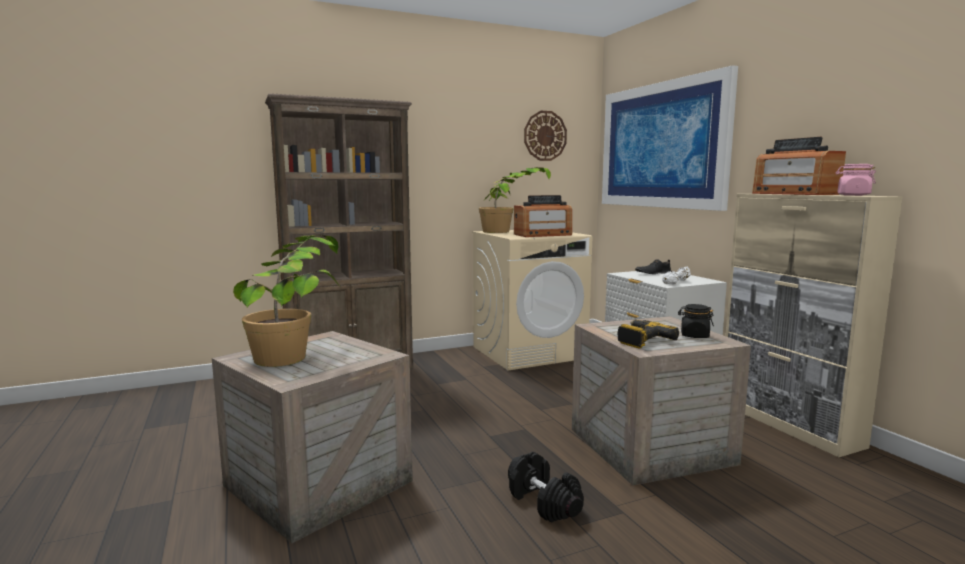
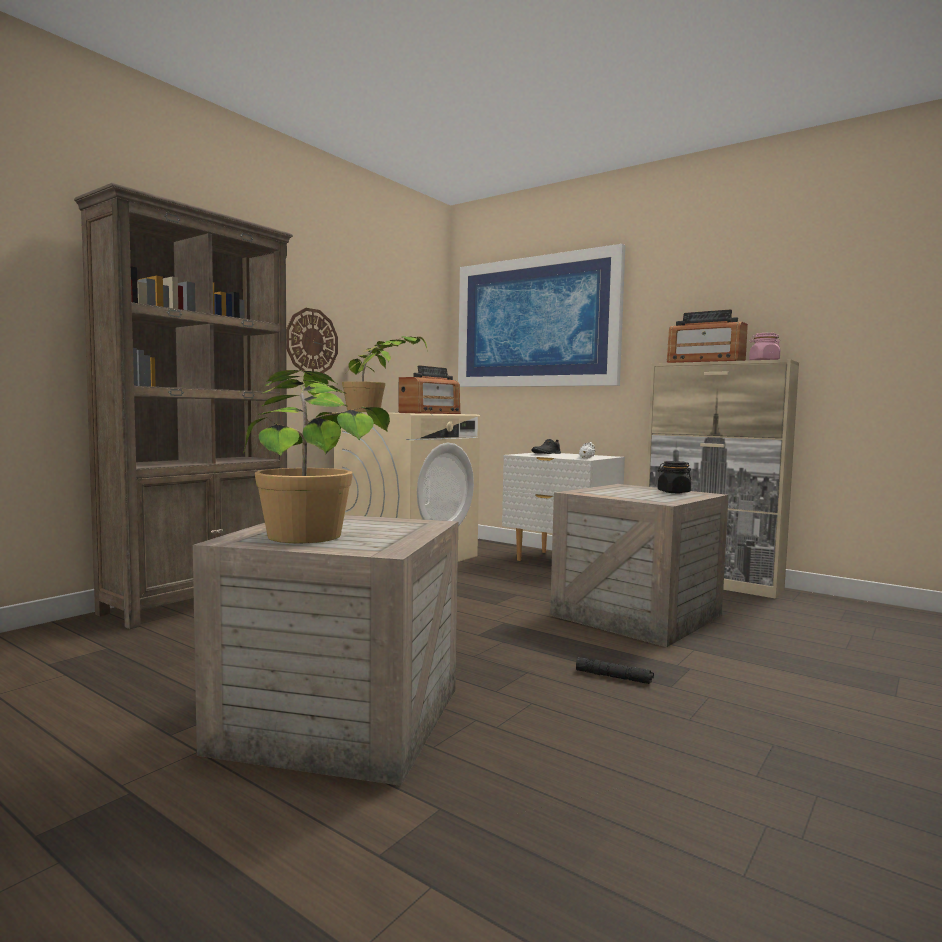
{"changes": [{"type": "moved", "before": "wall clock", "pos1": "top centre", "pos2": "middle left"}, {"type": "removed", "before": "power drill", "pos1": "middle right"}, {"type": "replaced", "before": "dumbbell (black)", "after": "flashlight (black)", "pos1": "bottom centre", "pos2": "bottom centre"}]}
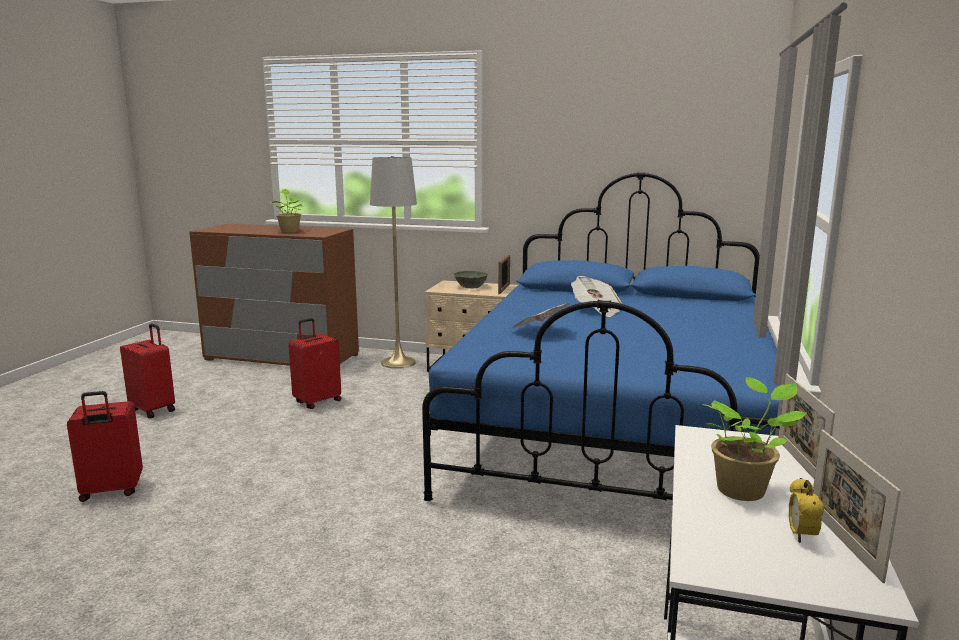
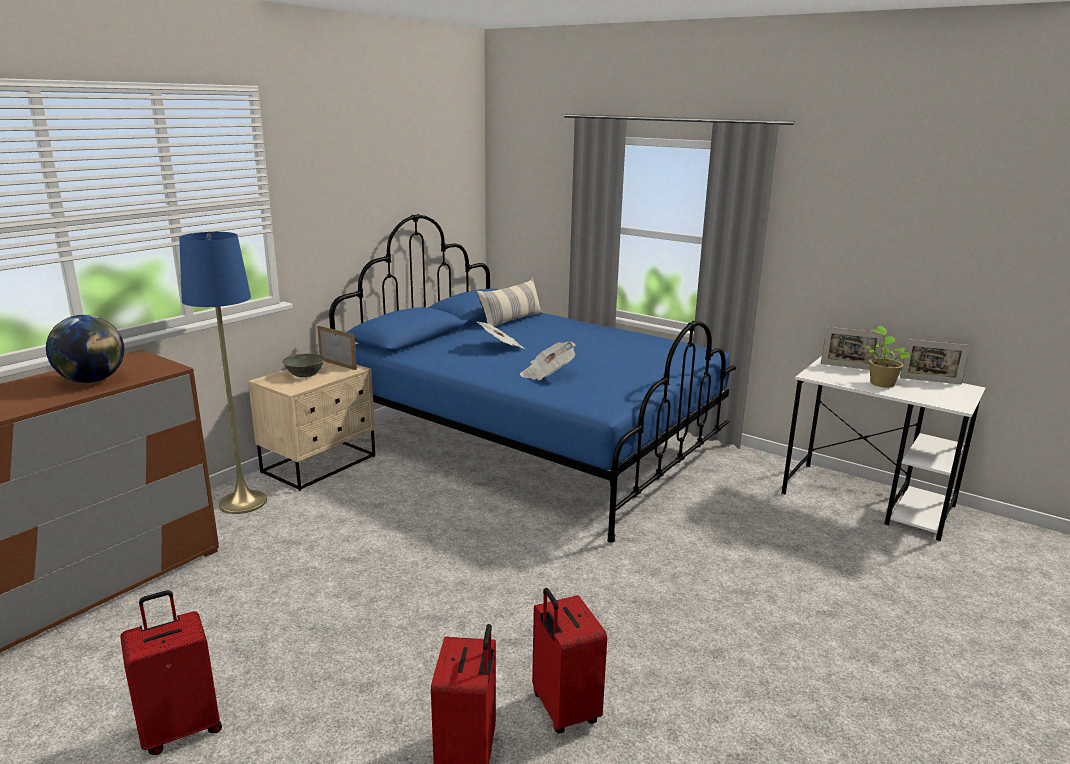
{"changes": [{"type": "recoloured", "before": "floor lamp (grey)", "after": "floor lamp (blue)", "pos1": "centre", "pos2": "middle left"}, {"type": "replaced", "before": "potted plant (1st from left)", "after": "globe", "pos1": "top left", "pos2": "middle left"}, {"type": "moved", "before": "suitcase (red) (3rd from left)", "pos1": "middle left", "pos2": "bottom centre"}, {"type": "removed", "before": "alarm clock", "pos1": "bottom right"}, {"type": "added", "after": "pillow", "pos2": "centre"}]}
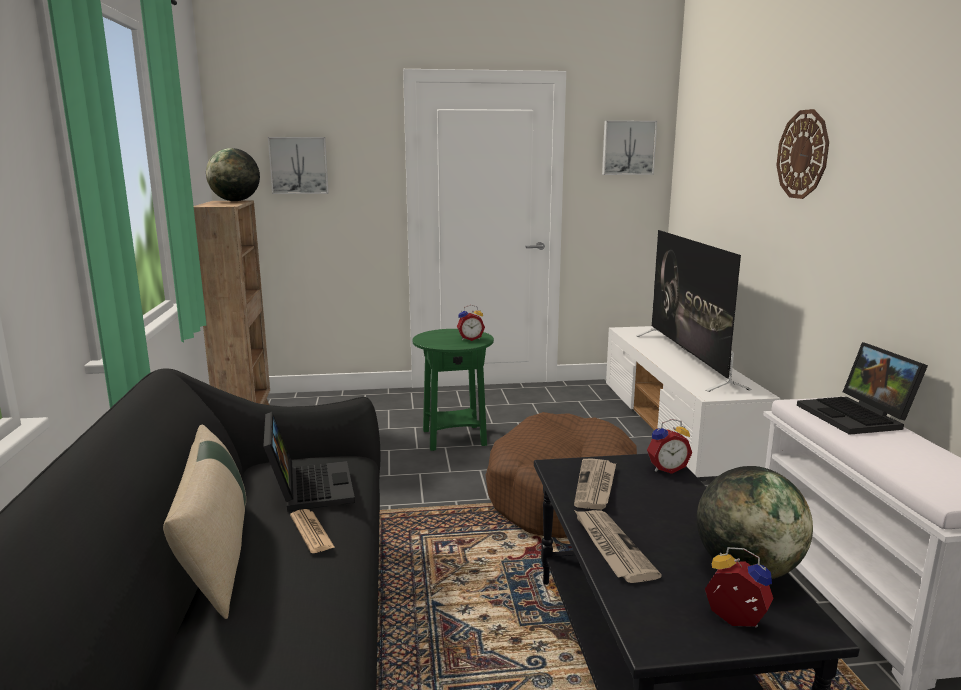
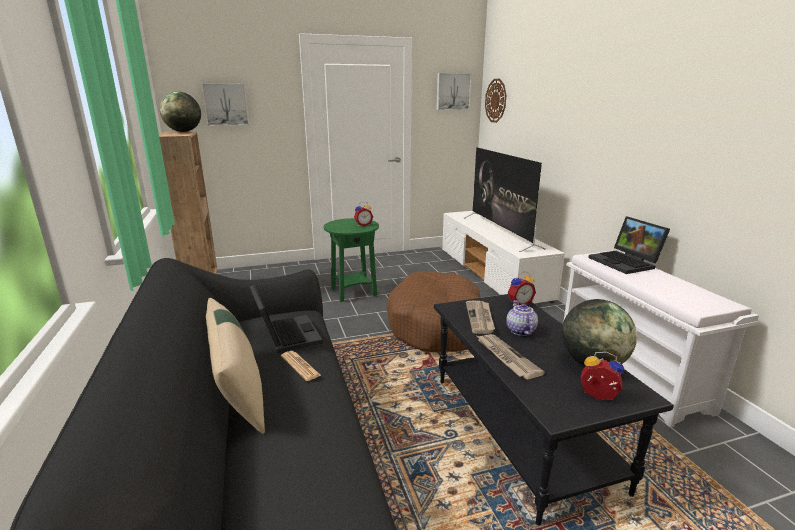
{"changes": [{"type": "moved", "before": "wall clock", "pos1": "top right", "pos2": "top centre"}, {"type": "added", "after": "teapot", "pos2": "centre"}]}
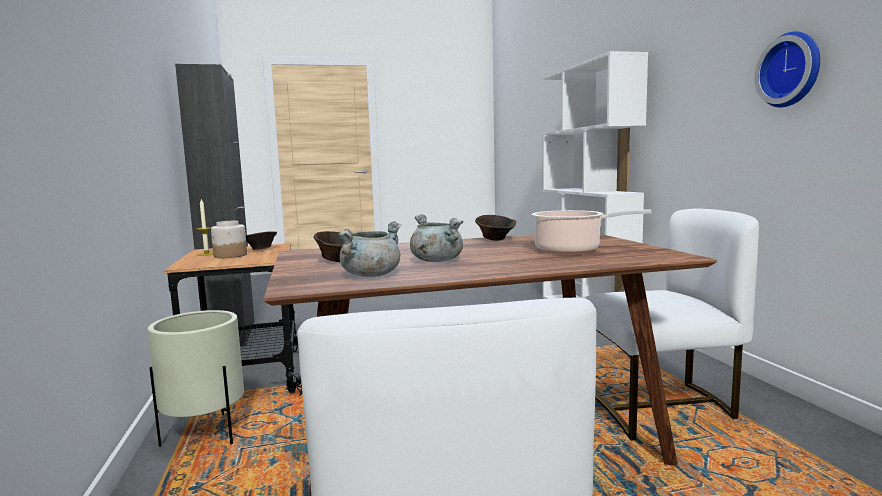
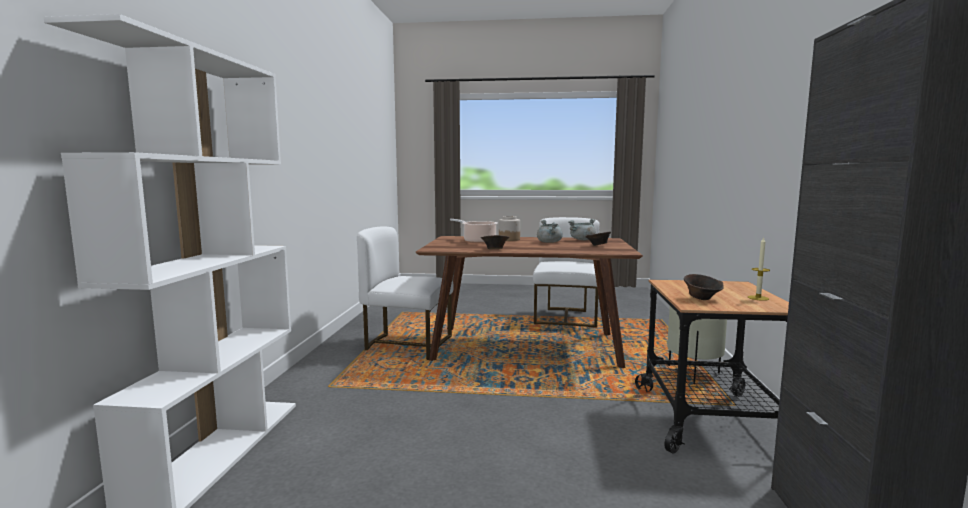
{"changes": [{"type": "removed", "before": "wall clock", "pos1": "top right"}, {"type": "moved", "before": "jar", "pos1": "middle left", "pos2": "centre"}]}
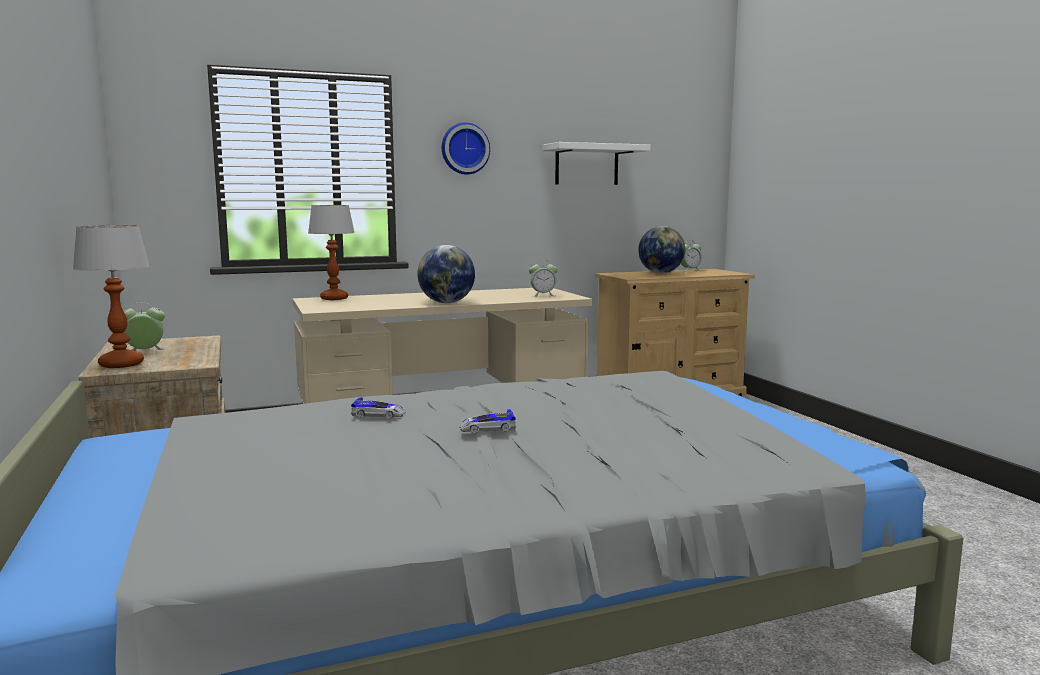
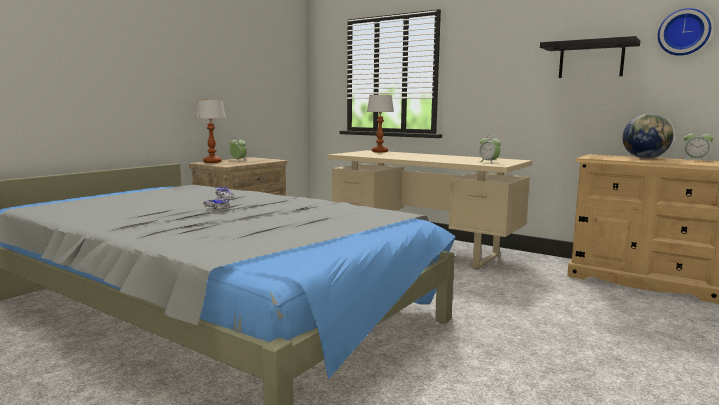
{"changes": [{"type": "moved", "before": "wall clock", "pos1": "top centre", "pos2": "top right"}, {"type": "recoloured", "before": "shelf (white)", "after": "shelf (black)", "pos1": "top centre", "pos2": "top right"}, {"type": "removed", "before": "globe (1st from left)", "pos1": "centre"}]}
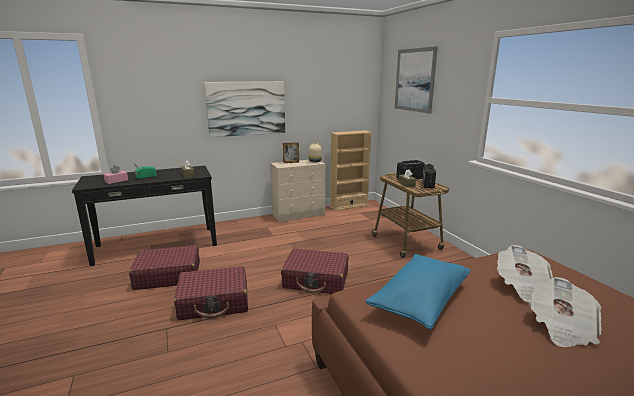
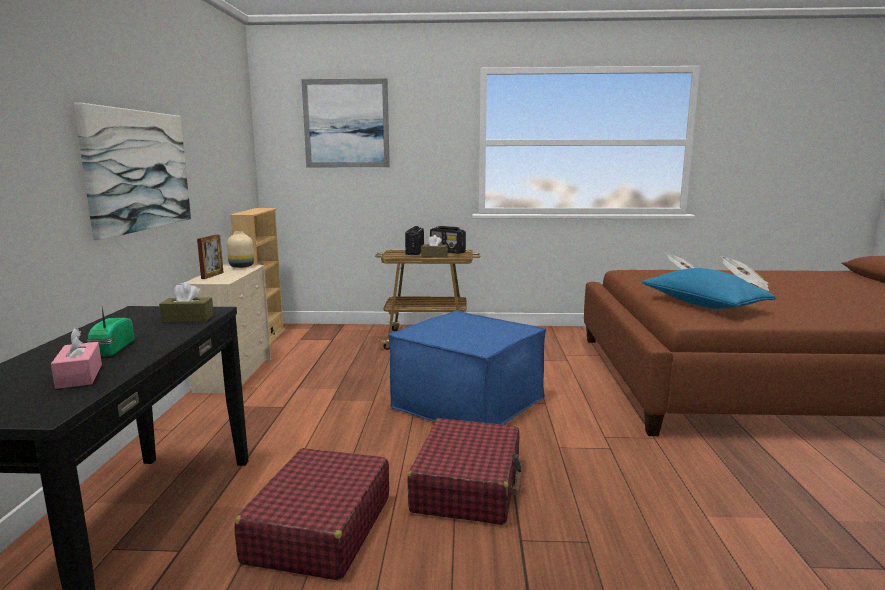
{"changes": [{"type": "replaced", "before": "suitcase (red) (3rd from left)", "after": "ottoman (blue)", "pos1": "bottom centre", "pos2": "centre"}]}
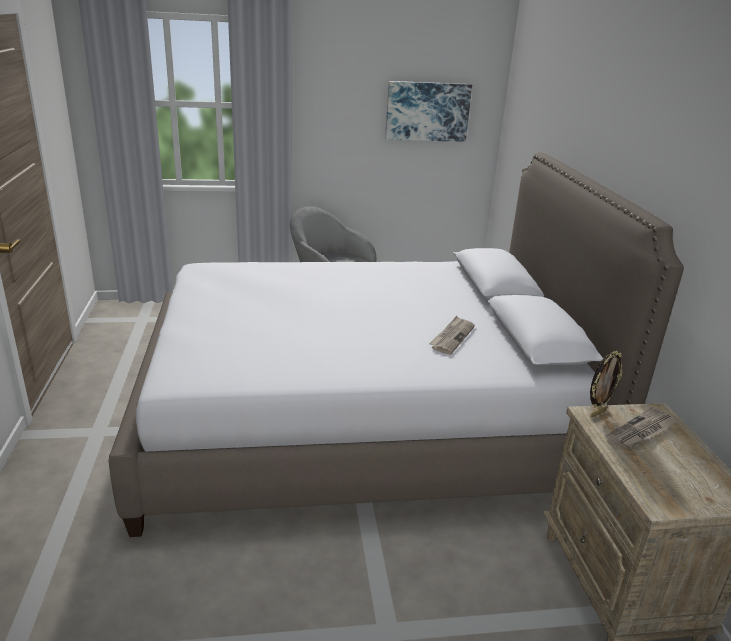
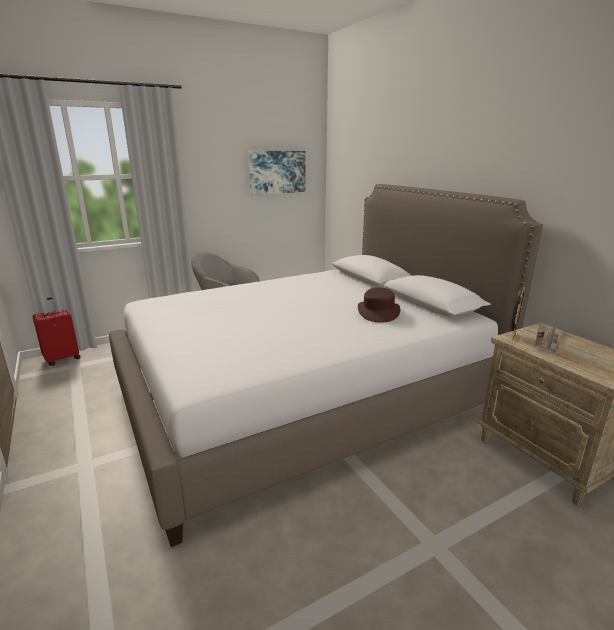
{"changes": [{"type": "replaced", "before": "newspaper (1st from left)", "after": "hat (brown)", "pos1": "centre", "pos2": "centre"}, {"type": "added", "after": "suitcase (red)", "pos2": "middle left"}]}
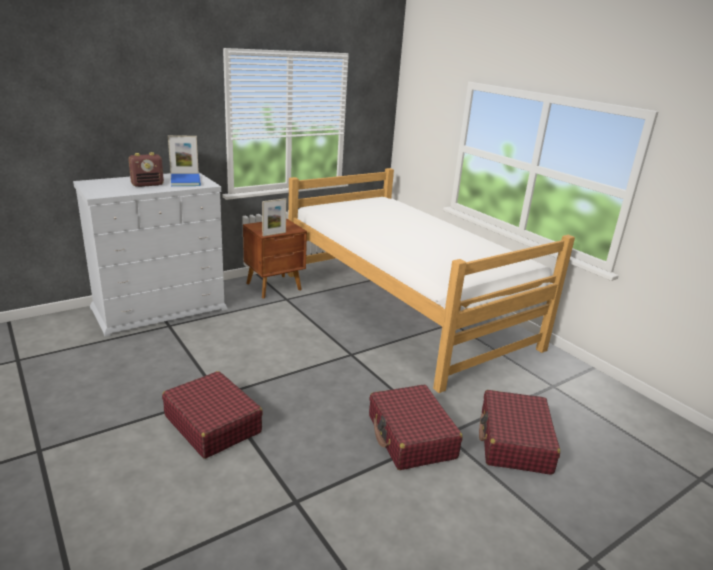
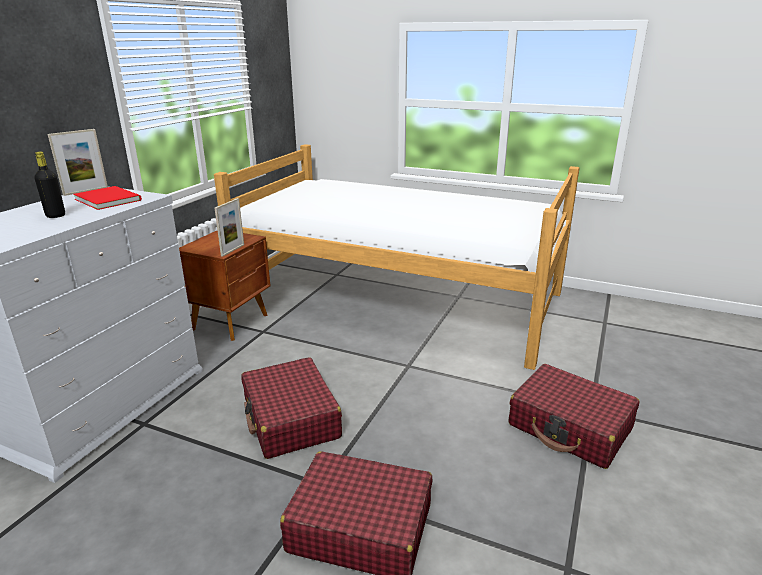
{"changes": [{"type": "replaced", "before": "radio", "after": "bottle (black)", "pos1": "top left", "pos2": "top left"}, {"type": "recoloured", "before": "book (blue)", "after": "book (red)", "pos1": "top left", "pos2": "middle left"}, {"type": "moved", "before": "suitcase (red) (3rd from left in the first image)", "after": "suitcase (red) (1st from left)", "pos1": "bottom right", "pos2": "bottom centre"}]}
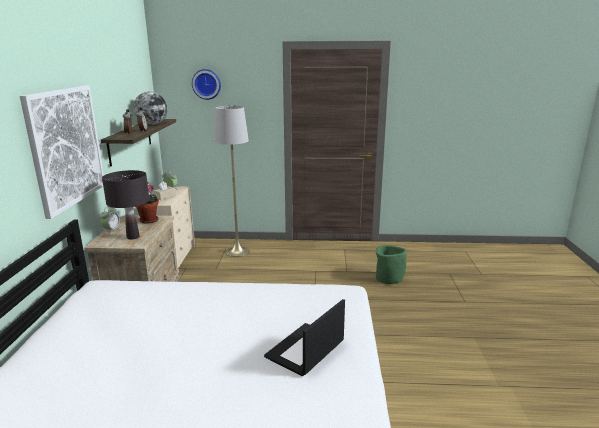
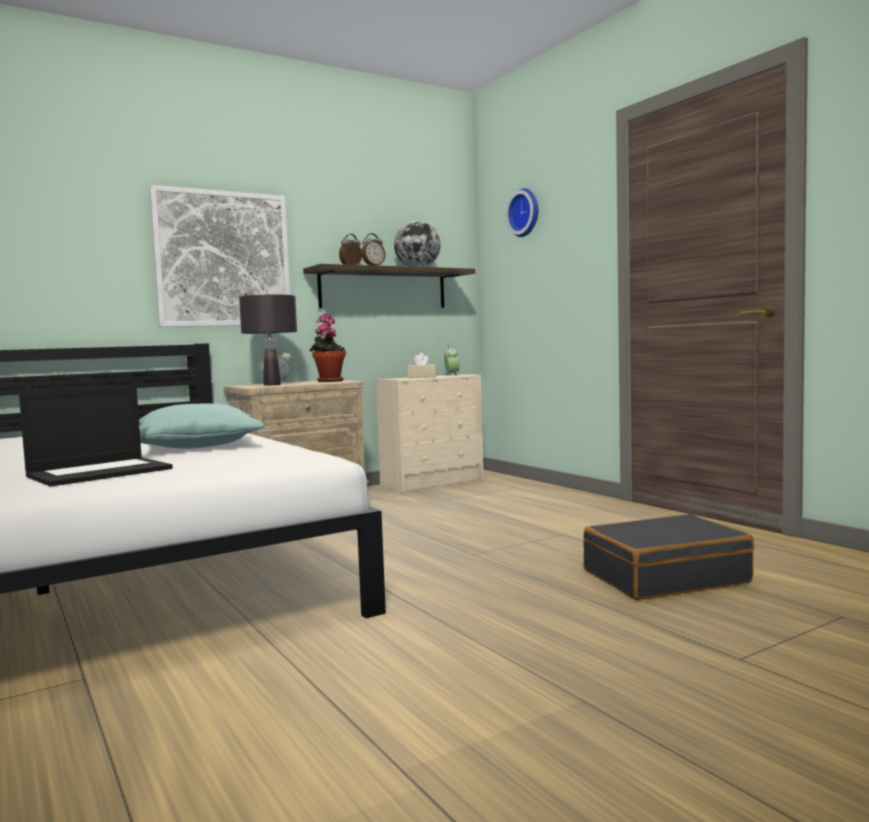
{"changes": [{"type": "removed", "before": "floor lamp (grey)", "pos1": "centre"}, {"type": "replaced", "before": "planter (green)", "after": "suitcase (black)", "pos1": "centre", "pos2": "bottom right"}, {"type": "turned", "before": "laptop", "pos1": "bottom centre", "pos2": "middle left", "turn": 135}, {"type": "added", "after": "pillow (turquoise)", "pos2": "middle left"}]}
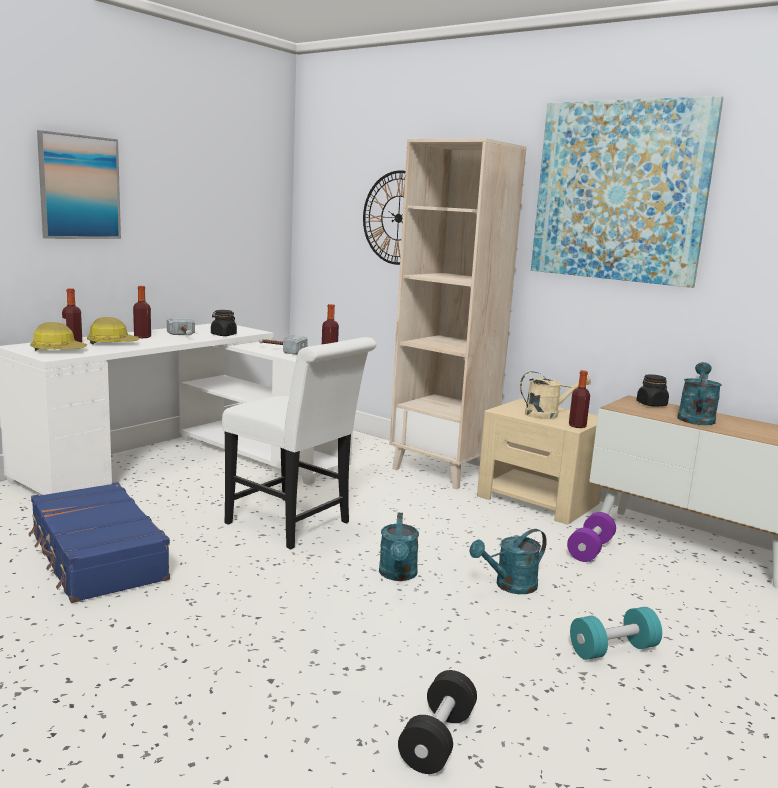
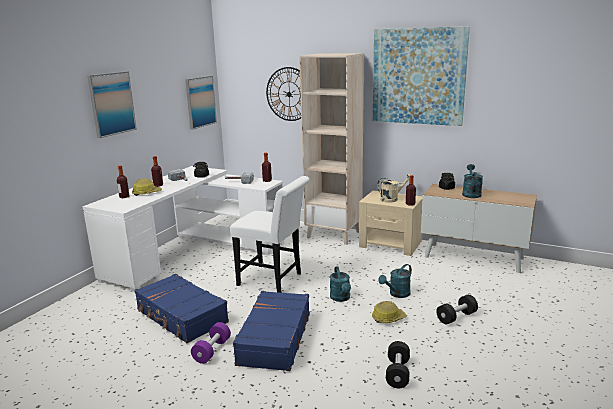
{"changes": [{"type": "moved", "before": "hard hat (1st from left in the first image)", "after": "hard hat (2nd from left)", "pos1": "middle left", "pos2": "bottom centre"}, {"type": "moved", "before": "dumbbell (purple)", "pos1": "bottom right", "pos2": "bottom centre"}, {"type": "recoloured", "before": "dumbbell (turquoise)", "after": "dumbbell (black) (2nd from left)", "pos1": "bottom right", "pos2": "bottom right"}, {"type": "added", "after": "picture (2nd from left)", "pos2": "top left"}, {"type": "added", "after": "suitcase (blue) (2nd from left)", "pos2": "bottom centre"}]}
